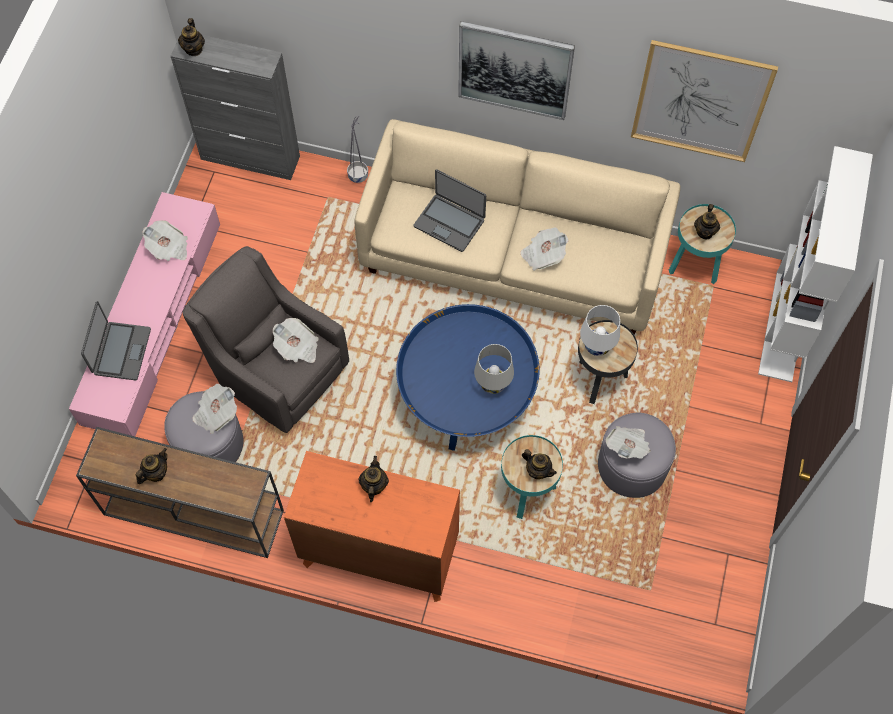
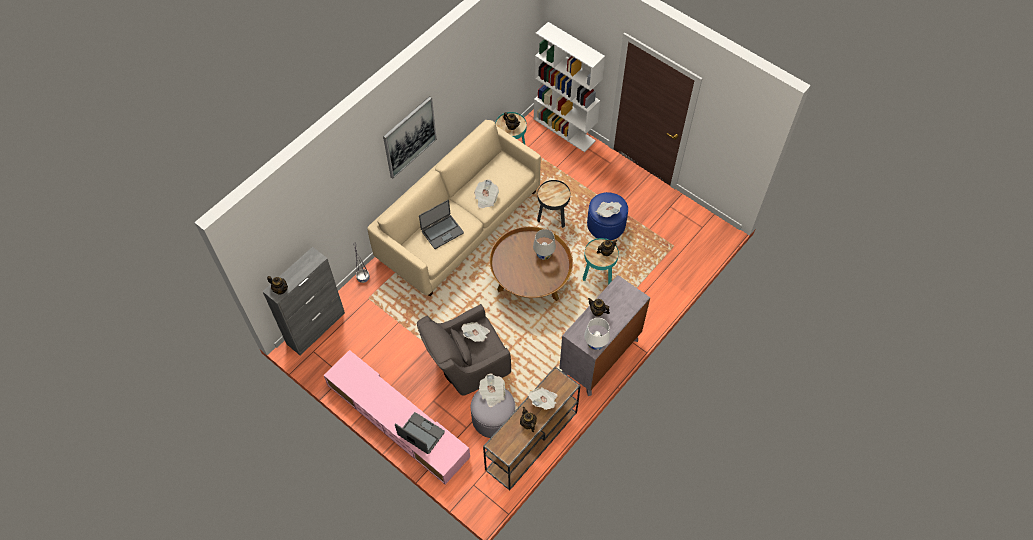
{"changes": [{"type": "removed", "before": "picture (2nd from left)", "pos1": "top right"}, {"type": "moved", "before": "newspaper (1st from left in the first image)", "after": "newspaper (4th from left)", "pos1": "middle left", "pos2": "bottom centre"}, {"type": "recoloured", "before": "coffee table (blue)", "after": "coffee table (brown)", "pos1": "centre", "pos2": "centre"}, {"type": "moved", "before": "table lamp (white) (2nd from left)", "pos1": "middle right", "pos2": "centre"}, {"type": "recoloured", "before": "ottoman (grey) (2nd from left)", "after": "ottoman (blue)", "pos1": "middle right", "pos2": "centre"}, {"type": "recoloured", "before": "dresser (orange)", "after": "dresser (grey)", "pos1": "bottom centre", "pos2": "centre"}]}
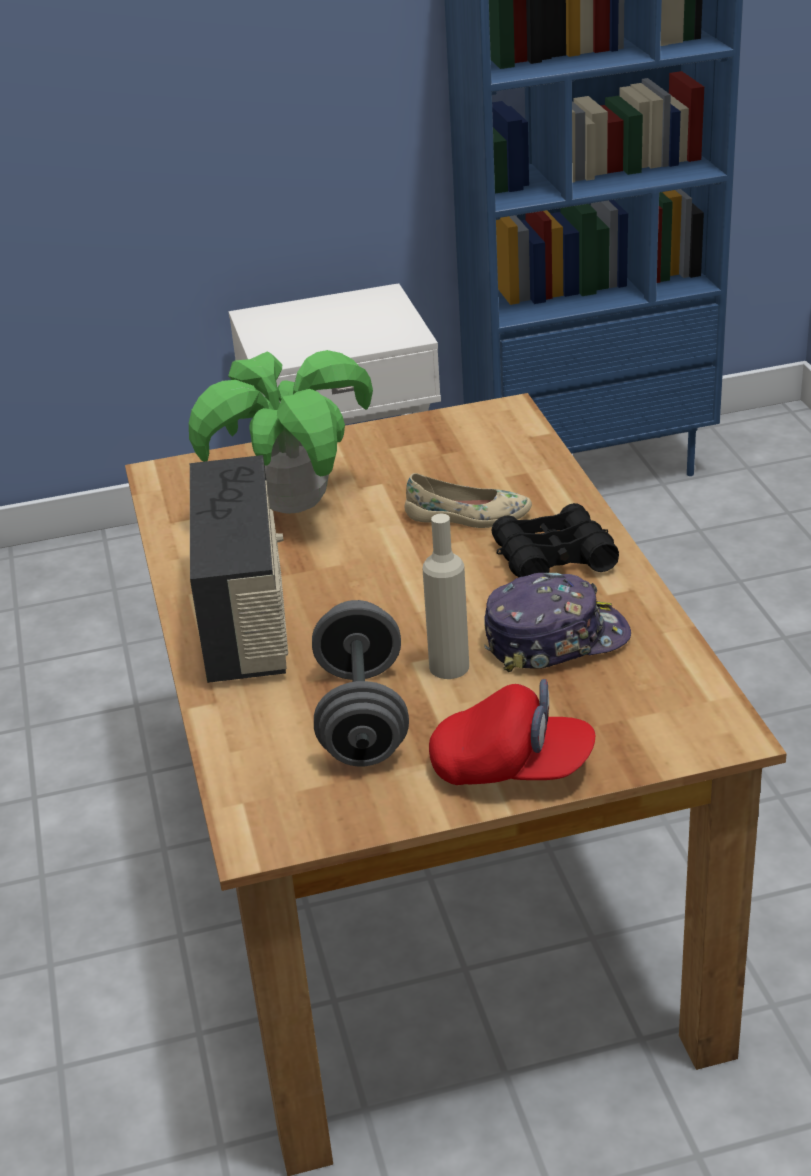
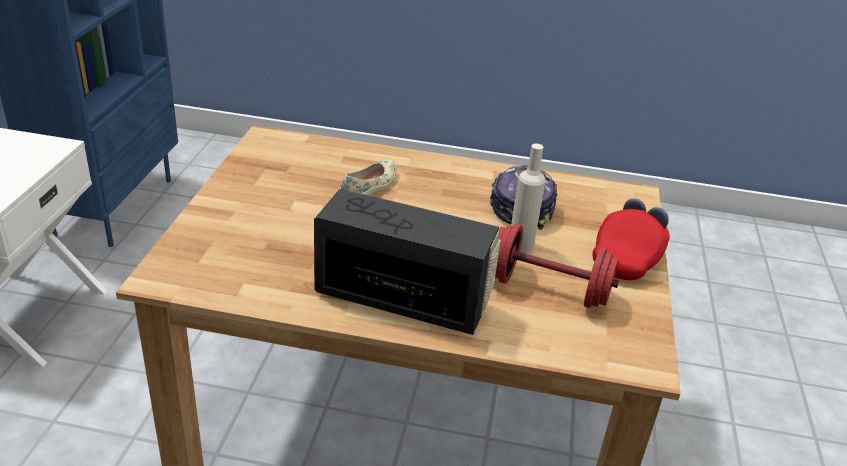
{"changes": [{"type": "removed", "before": "potted plant", "pos1": "centre"}, {"type": "removed", "before": "binoculars (black)", "pos1": "middle right"}, {"type": "recoloured", "before": "dumbbell (grey)", "after": "dumbbell (red)", "pos1": "centre", "pos2": "centre"}]}
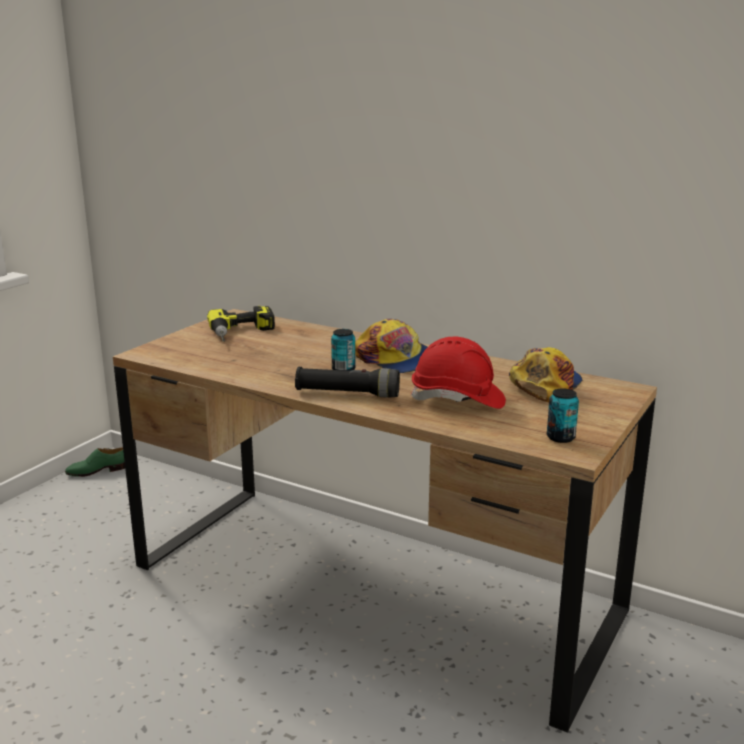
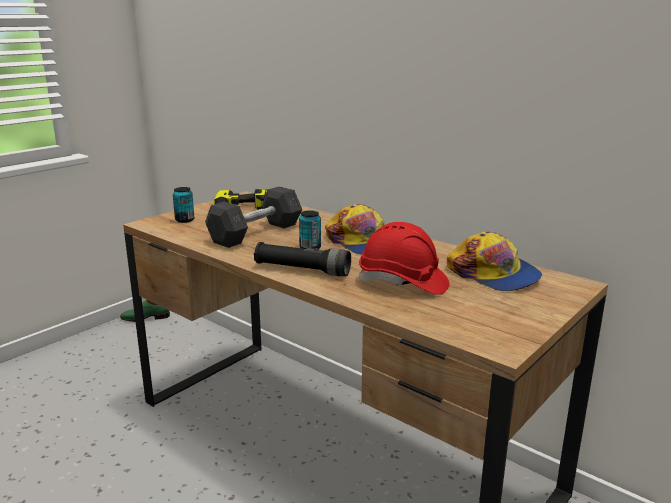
{"changes": [{"type": "turned", "before": "cap (2nd from left)", "pos1": "middle right", "pos2": "middle right", "turn": 105}, {"type": "moved", "before": "can (2nd from left in the first image)", "after": "can (1st from left)", "pos1": "middle right", "pos2": "middle left"}, {"type": "added", "after": "dumbbell (grey)", "pos2": "centre"}]}
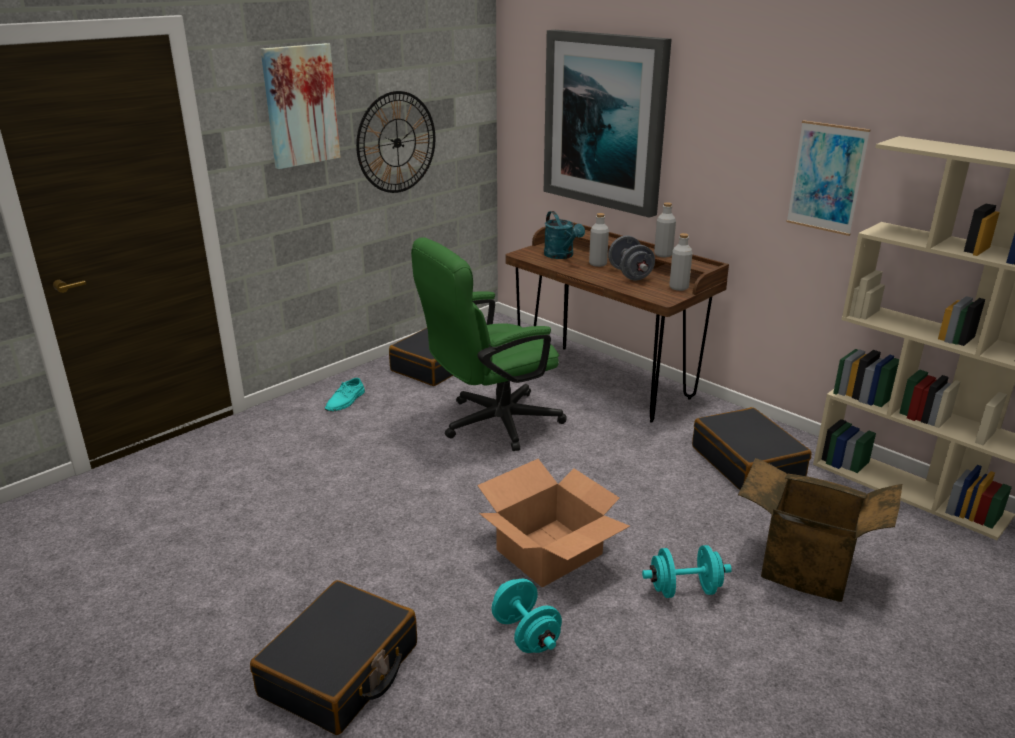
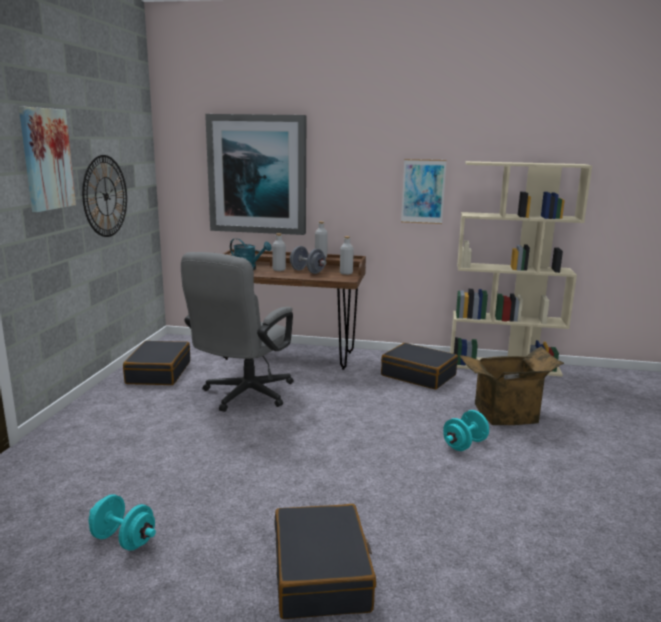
{"changes": [{"type": "recoloured", "before": "office chair (green)", "after": "office chair (grey)", "pos1": "centre", "pos2": "centre"}, {"type": "removed", "before": "shoe (turquoise)", "pos1": "centre"}, {"type": "removed", "before": "cardboard box (1st from left)", "pos1": "bottom centre"}, {"type": "moved", "before": "dumbbell (turquoise) (1st from left)", "pos1": "bottom centre", "pos2": "bottom left"}]}
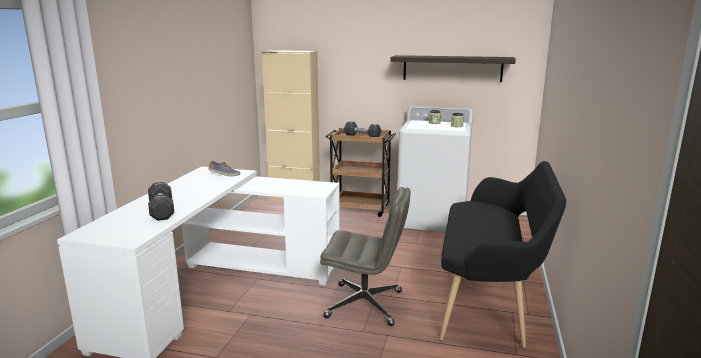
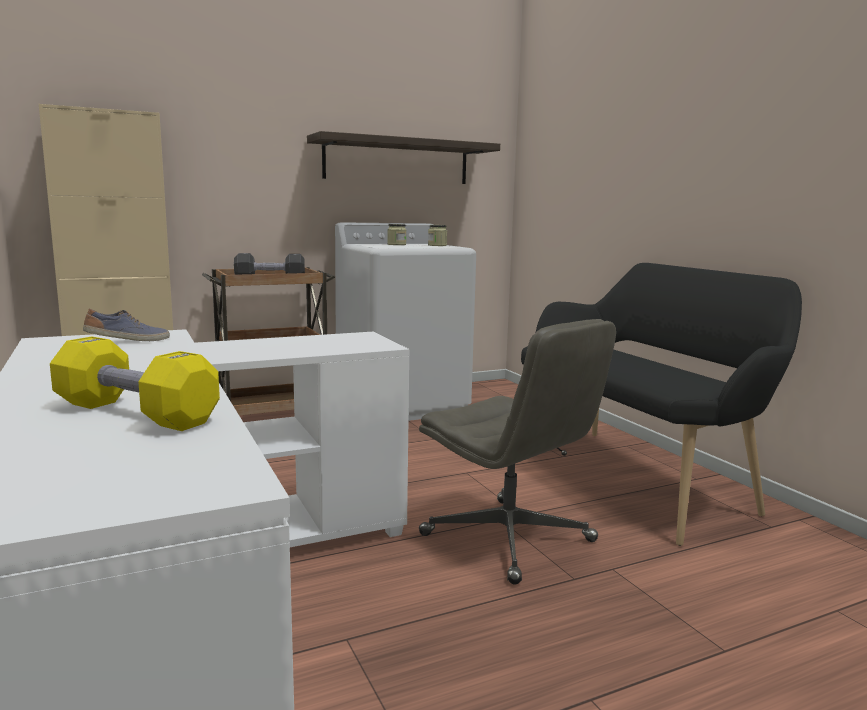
{"changes": [{"type": "recoloured", "before": "dumbbell (black) (1st from left)", "after": "dumbbell (yellow)", "pos1": "middle left", "pos2": "middle left"}, {"type": "turned", "before": "office chair (grey)", "pos1": "bottom centre", "pos2": "centre", "turn": 75}]}
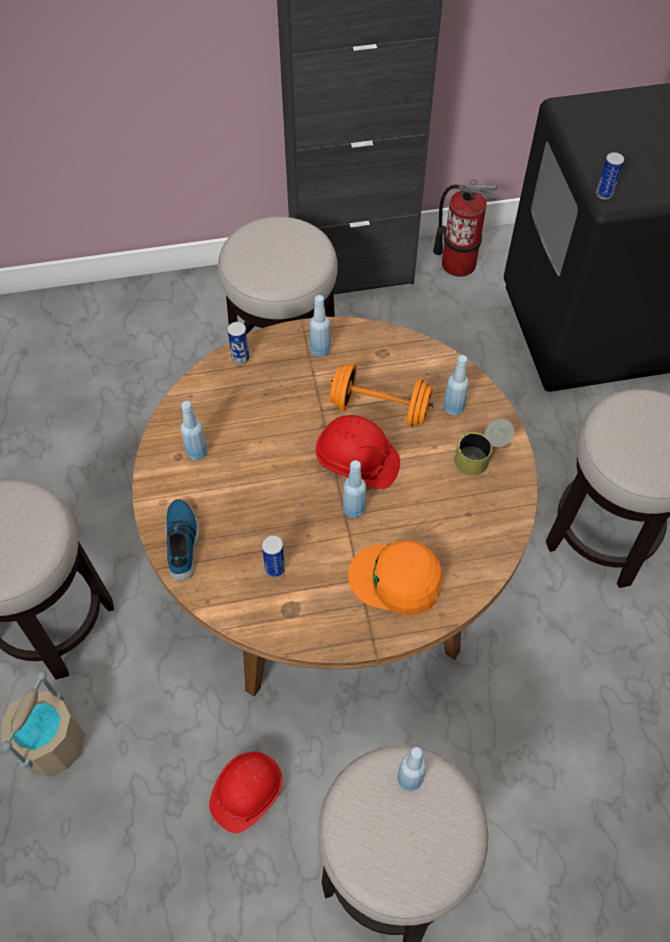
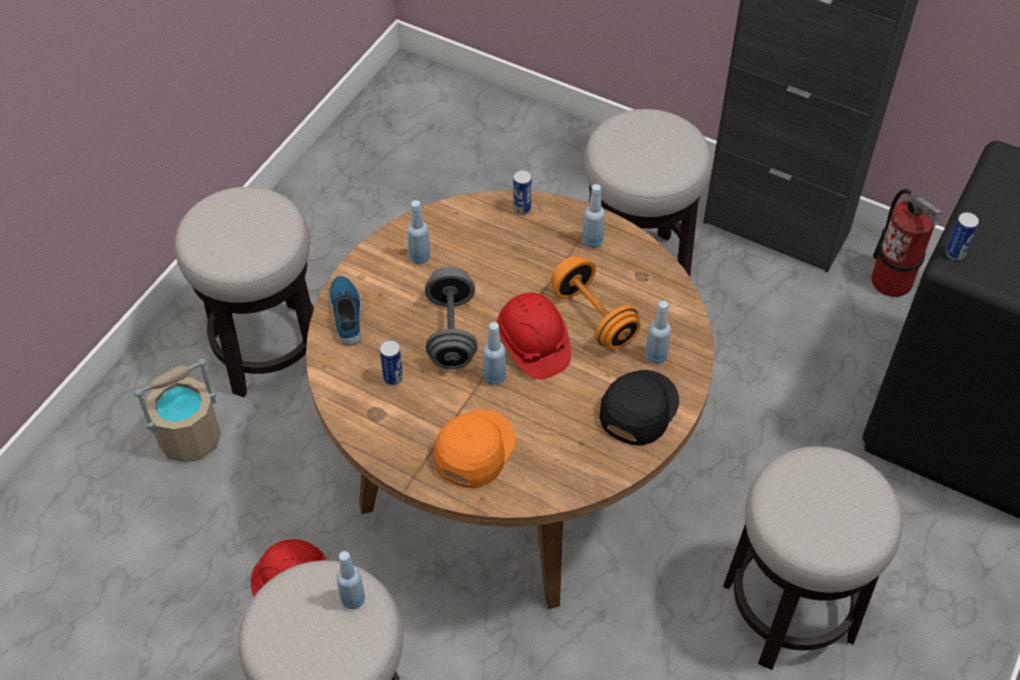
{"changes": [{"type": "replaced", "before": "can (3rd from left)", "after": "cap (black)", "pos1": "middle right", "pos2": "centre"}, {"type": "turned", "before": "shoe", "pos1": "middle left", "pos2": "centre", "turn": -45}, {"type": "turned", "before": "cap (orange)", "pos1": "centre", "pos2": "centre", "turn": 60}, {"type": "added", "after": "dumbbell (grey)", "pos2": "centre"}]}
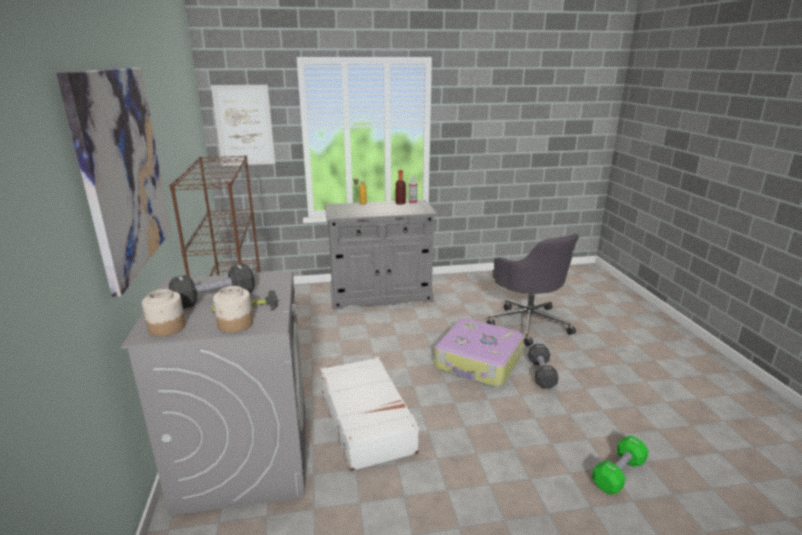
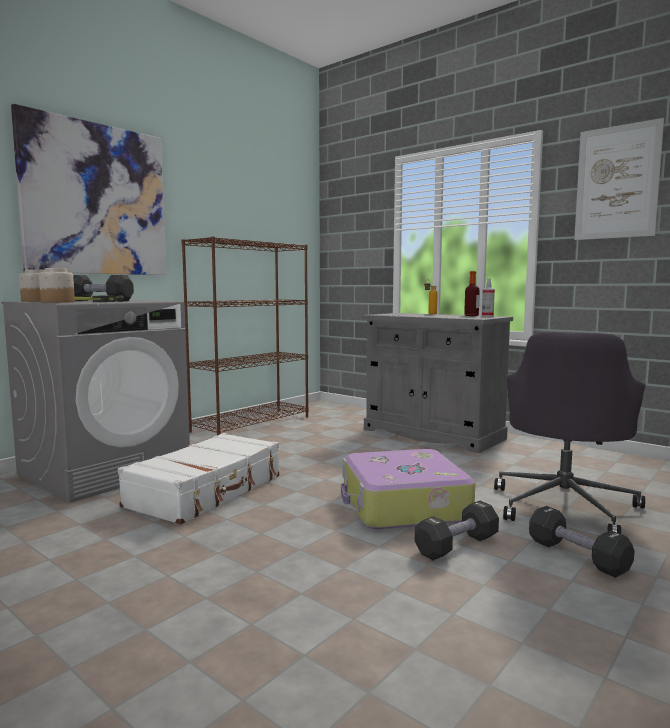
{"changes": [{"type": "moved", "before": "picture (2nd from left)", "pos1": "top left", "pos2": "top right"}, {"type": "removed", "before": "dumbbell (green)", "pos1": "bottom right"}, {"type": "added", "after": "dumbbell (black) (3rd from left)", "pos2": "bottom right"}]}
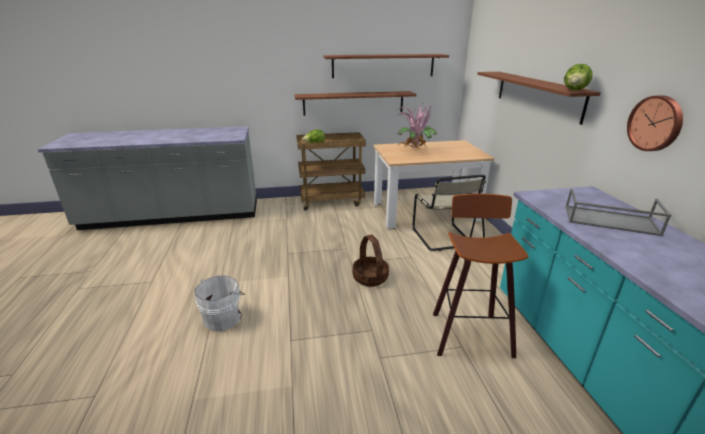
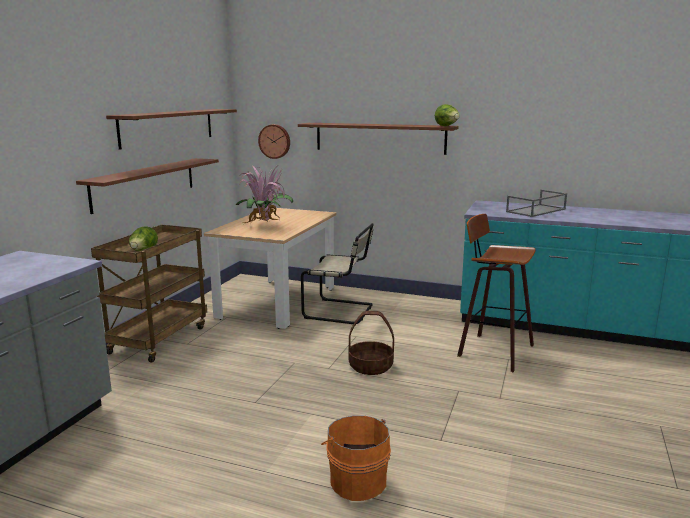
{"changes": [{"type": "moved", "before": "wall clock", "pos1": "top right", "pos2": "top centre"}, {"type": "recoloured", "before": "bucket (white)", "after": "bucket (orange)", "pos1": "bottom left", "pos2": "bottom centre"}]}
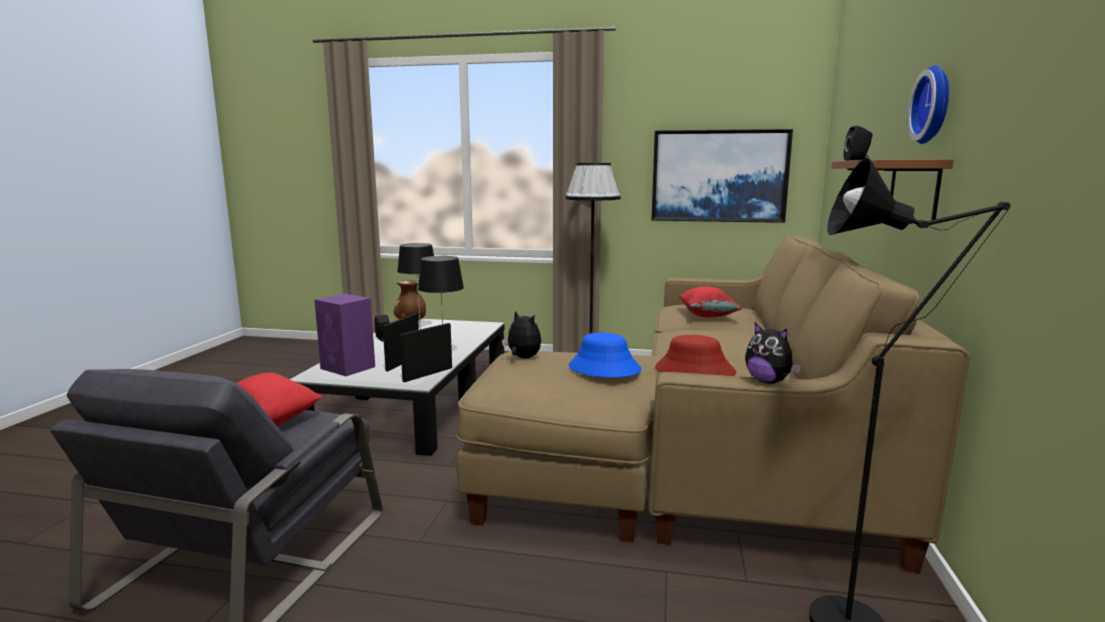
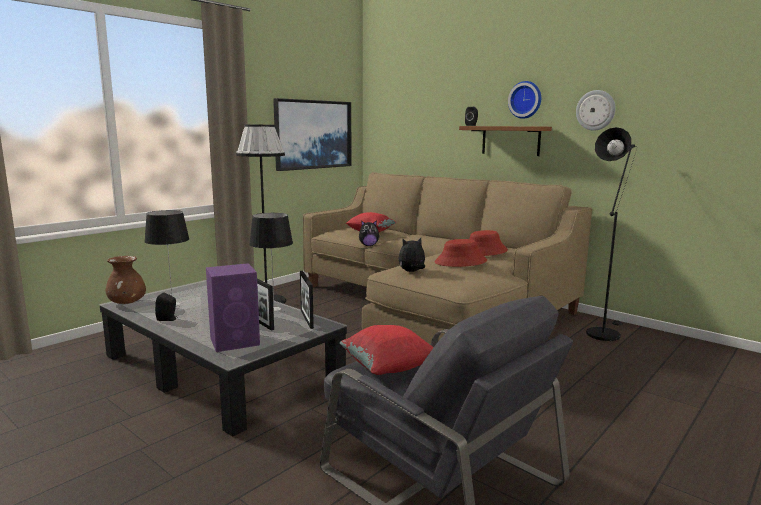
{"changes": [{"type": "moved", "before": "plush toy (2nd from left in the first image)", "after": "plush toy (1st from left)", "pos1": "middle right", "pos2": "centre"}, {"type": "recoloured", "before": "hat (blue)", "after": "hat (red) (1st from left)", "pos1": "centre", "pos2": "centre"}, {"type": "added", "after": "wall clock (2nd from left)", "pos2": "top right"}]}
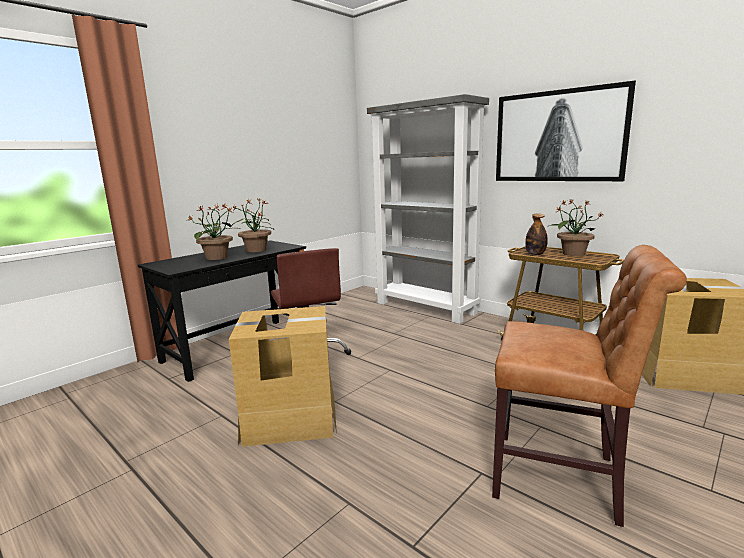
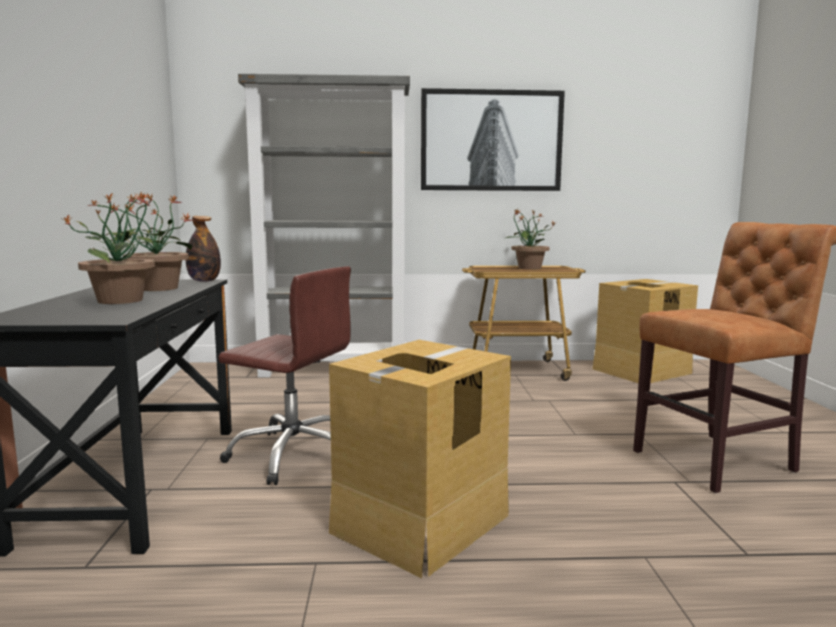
{"changes": [{"type": "moved", "before": "bottle", "pos1": "middle right", "pos2": "middle left"}]}
